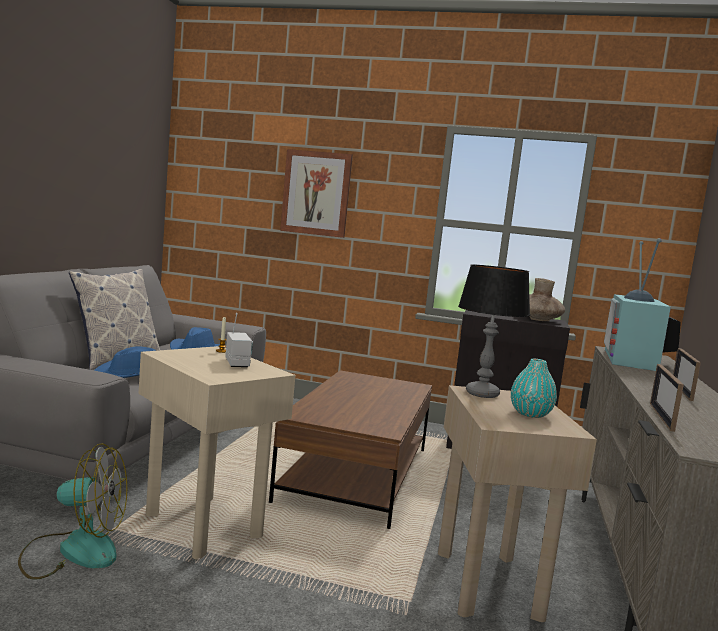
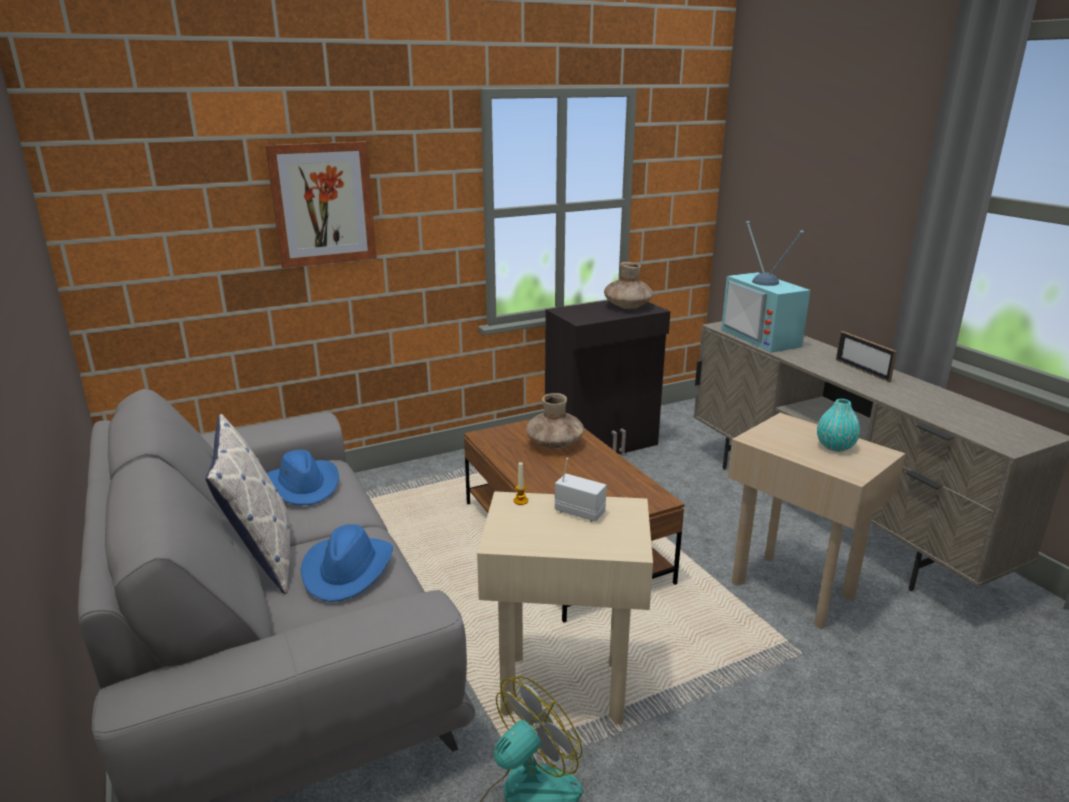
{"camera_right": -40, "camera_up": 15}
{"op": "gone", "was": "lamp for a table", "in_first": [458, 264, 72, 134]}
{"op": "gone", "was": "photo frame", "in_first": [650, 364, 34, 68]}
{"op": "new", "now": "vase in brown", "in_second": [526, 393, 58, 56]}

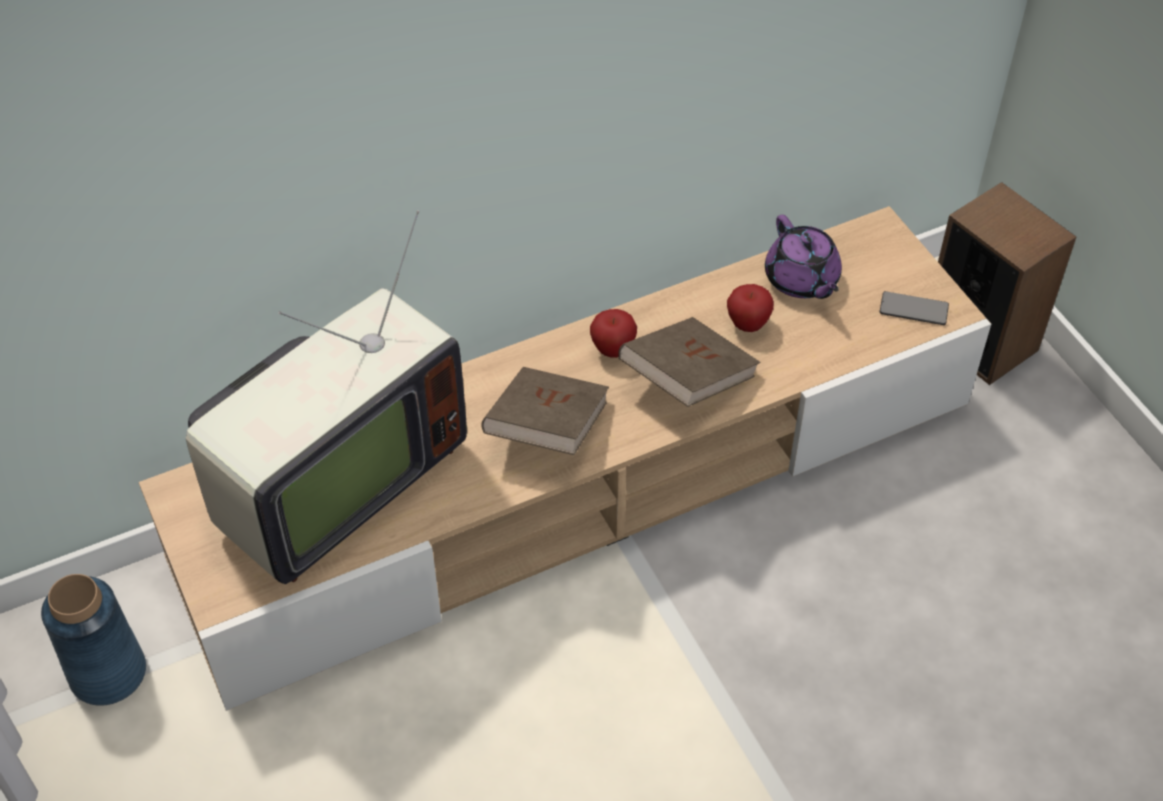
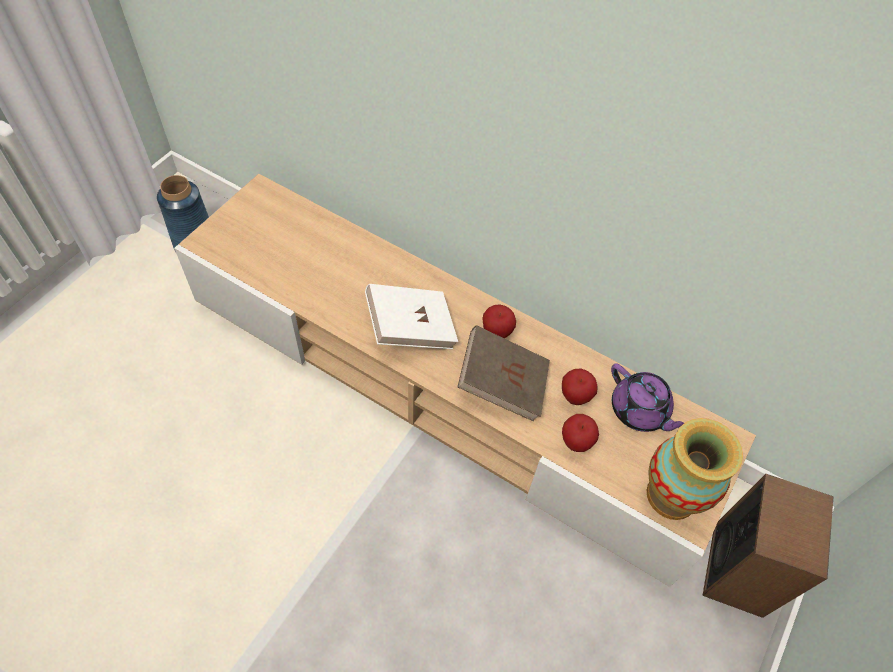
{"camera_right": 55, "camera_up": 5}
{"op": "gone", "was": "TV", "in_first": [186, 210, 281, 374]}
{"op": "repainted", "was": "bound book in brown", "now": "bound book in white", "in_first": [481, 367, 128, 88], "in_second": [365, 284, 93, 65]}
{"op": "rotated", "was": "pot for tea in purple", "in_first": [765, 215, 77, 84], "in_second": [611, 363, 73, 69], "clockwise": -75}
{"op": "swapped", "was": "telephone", "now": "vase", "in_first": [880, 291, 69, 34], "in_second": [647, 418, 96, 102]}
{"op": "new", "now": "apple fruit", "in_second": [562, 414, 37, 38]}

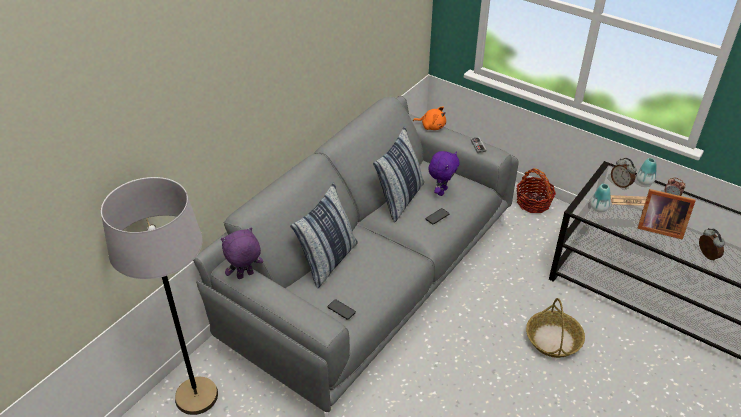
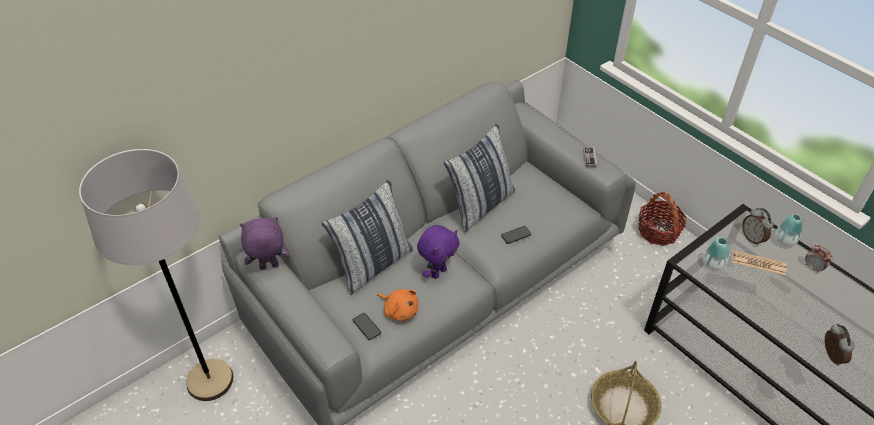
{"camera_right": 15, "camera_up": 5}
{"op": "shifted", "was": "cuddly toy in orange", "in_first": [413, 106, 33, 24], "in_second": [377, 289, 42, 32]}
{"op": "shifted", "was": "cuddly toy in purple", "in_first": [428, 151, 32, 45], "in_second": [417, 225, 43, 54]}
{"op": "gone", "was": "photo frame", "in_first": [638, 189, 58, 50]}

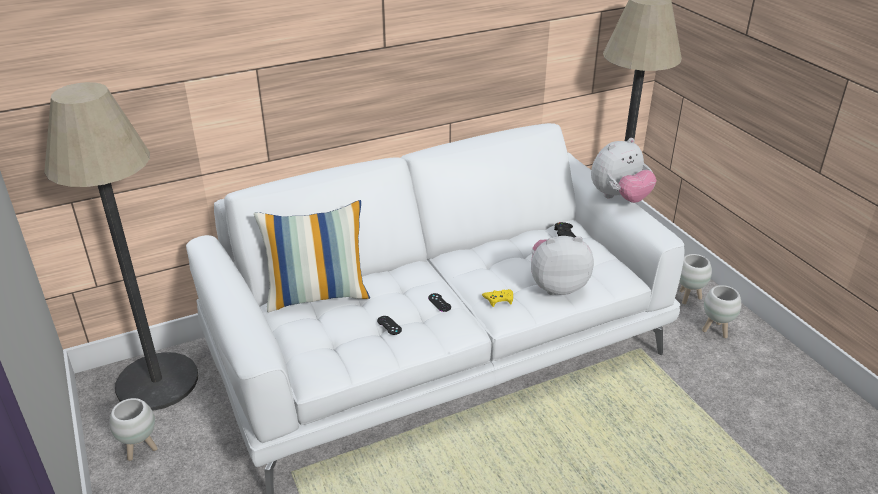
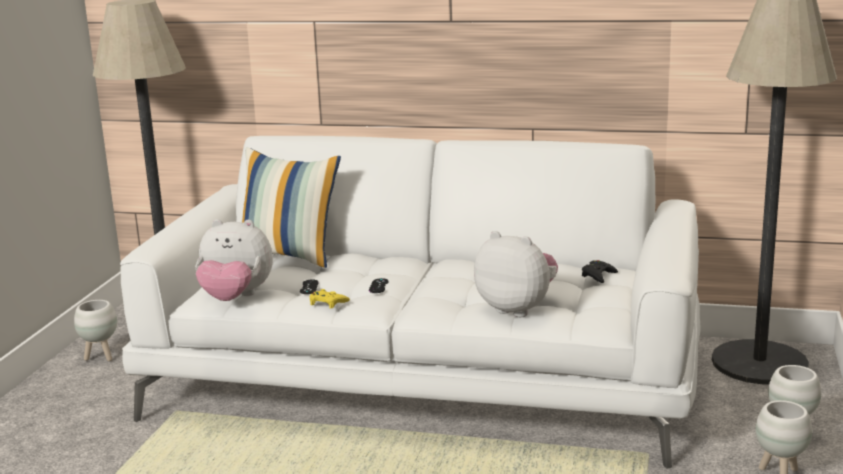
{"camera_right": 40, "camera_up": -15}
{"op": "shifted", "was": "gamepad in yellow", "in_first": [482, 289, 31, 18], "in_second": [310, 289, 40, 20]}
{"op": "shifted", "was": "cuddly toy", "in_first": [591, 138, 66, 65], "in_second": [195, 219, 78, 82]}

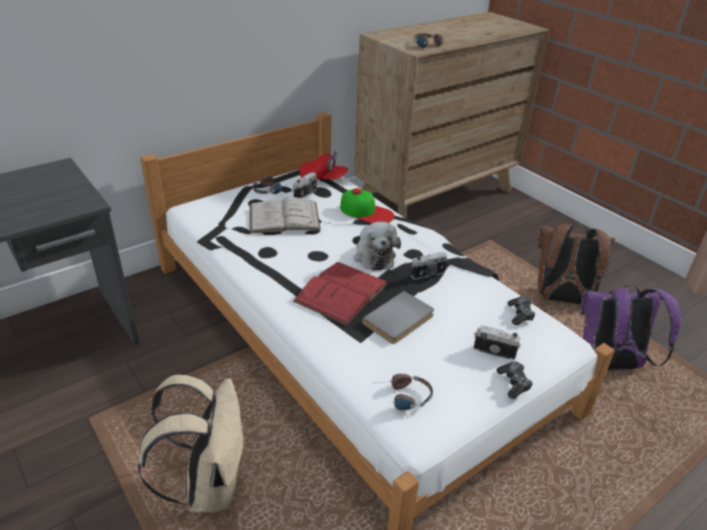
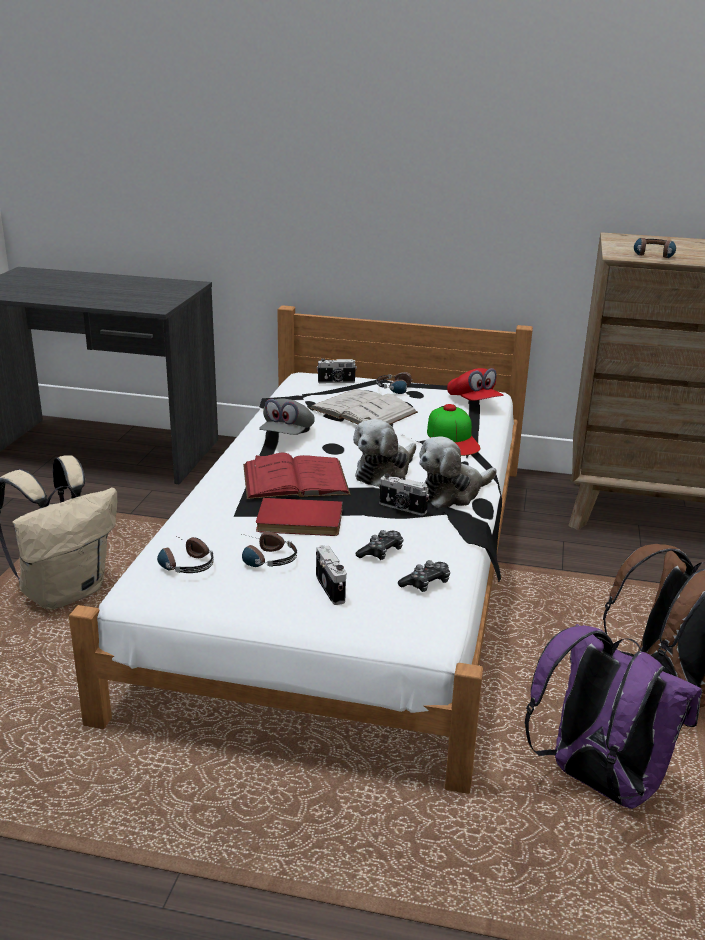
{"camera_right": 50, "camera_up": -10}
{"op": "shifted", "was": "still camera", "in_first": [293, 172, 24, 26], "in_second": [316, 358, 41, 25]}
{"op": "repainted", "was": "bound book in greyish", "now": "bound book in reddish", "in_first": [362, 291, 72, 53], "in_second": [256, 498, 87, 38]}
{"op": "shifted", "was": "gamepad", "in_first": [496, 361, 37, 38], "in_second": [355, 530, 49, 30]}
{"op": "new", "now": "headphones", "in_second": [242, 532, 55, 35]}
{"op": "new", "now": "baseball cap in greyish", "in_second": [259, 399, 56, 36]}
{"op": "new", "now": "cuddly toy", "in_second": [419, 437, 77, 71]}

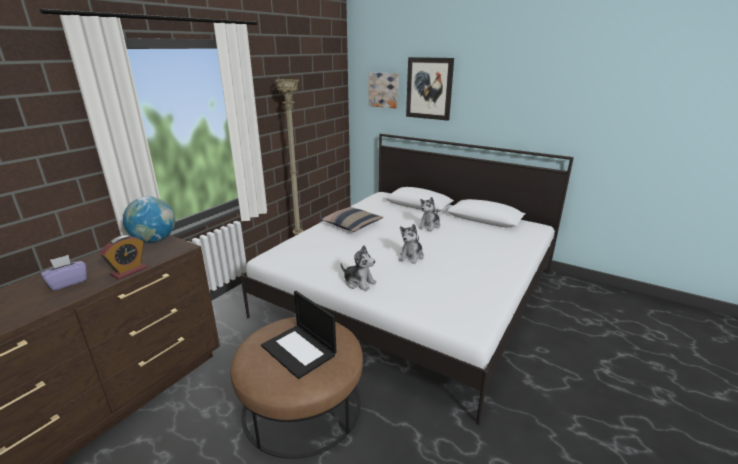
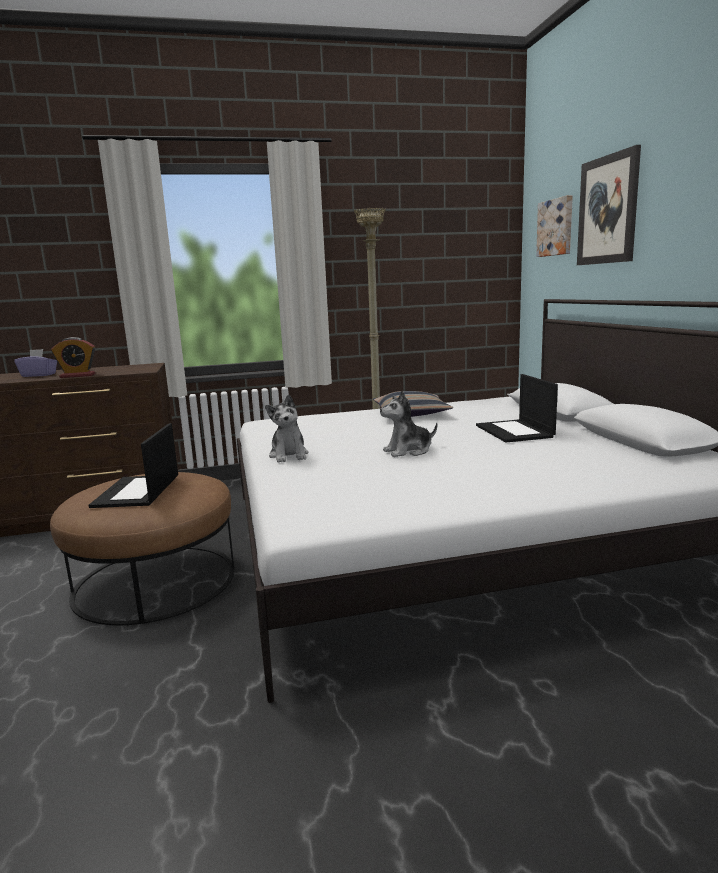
{"camera_right": 45, "camera_up": -10}
{"op": "gone", "was": "world globe", "in_first": [123, 196, 52, 47]}
{"op": "swapped", "was": "cuddly toy", "now": "laptop", "in_first": [418, 197, 22, 34], "in_second": [476, 374, 82, 69]}

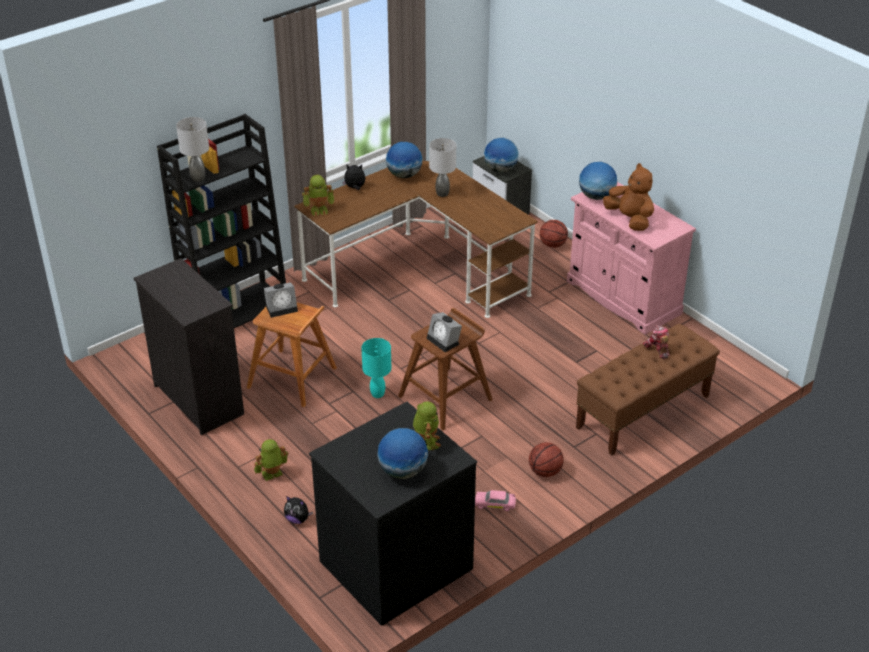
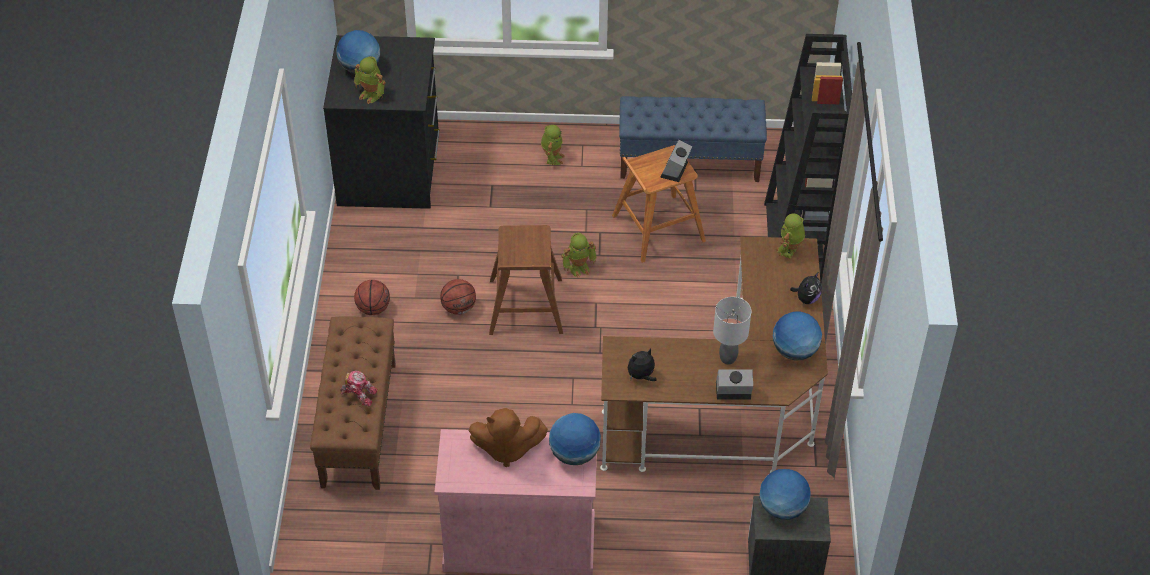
{"camera_right": 130, "camera_up": 10}
{"op": "swapped", "was": "dresser in black", "now": "indoor bench in bluish", "in_first": [134, 258, 110, 177], "in_second": [619, 96, 148, 86]}
{"op": "gone", "was": "lamp for a table in greyish", "in_first": [176, 117, 33, 65]}
{"op": "shifted", "was": "cuddly toy", "in_first": [284, 496, 29, 28], "in_second": [627, 349, 30, 32]}
{"op": "swapped", "was": "lamp for a table in turquoise-coloured", "now": "robot figure", "in_first": [361, 338, 30, 60], "in_second": [561, 232, 36, 46]}
{"op": "shifted", "was": "table clock", "in_first": [426, 312, 36, 40], "in_second": [716, 370, 37, 30]}
{"op": "gone", "was": "model car in pinkish", "in_first": [475, 490, 41, 21]}
{"op": "shifted", "was": "basketball", "in_first": [540, 220, 28, 28], "in_second": [440, 279, 36, 36]}

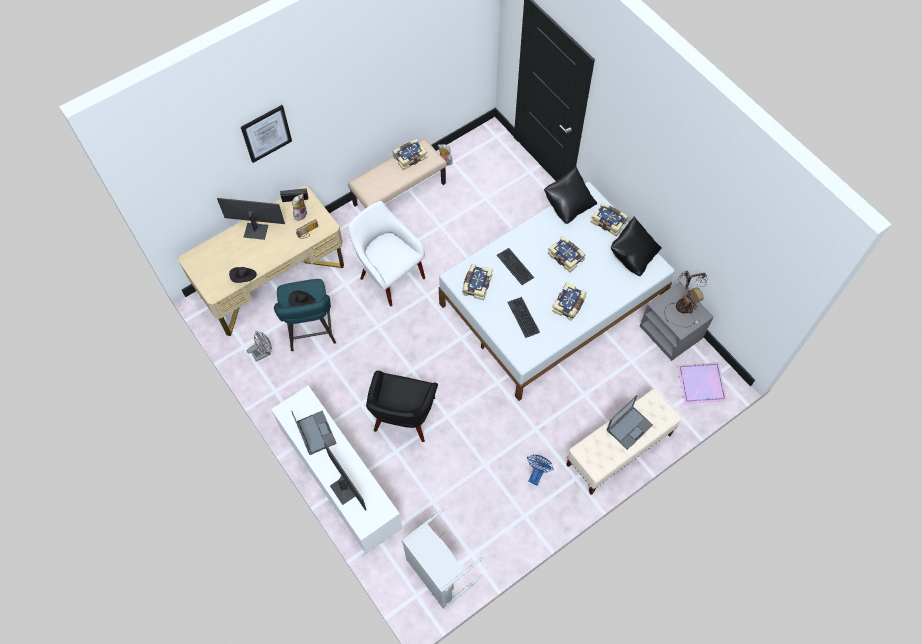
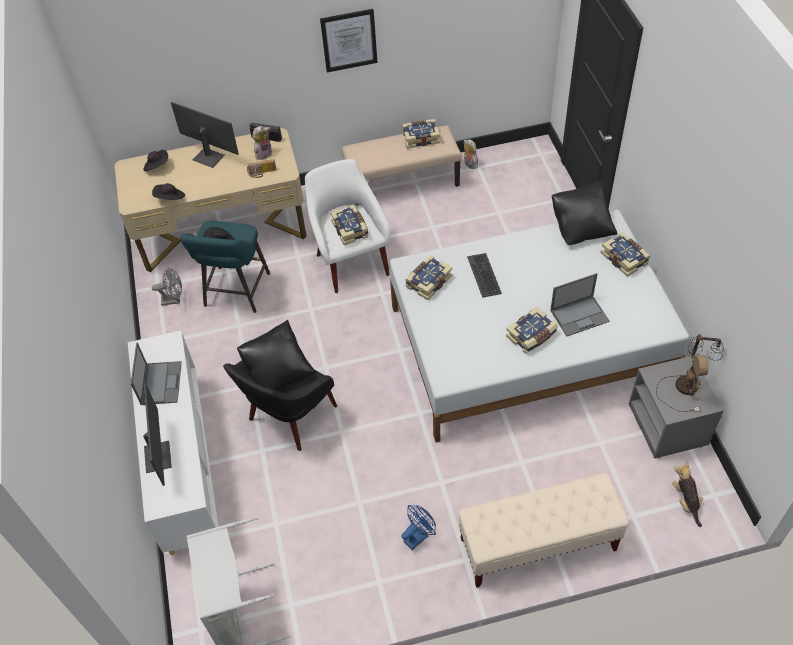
{"camera_right": 25, "camera_up": -10}
{"op": "shifted", "was": "wall picture", "in_first": [241, 105, 51, 58], "in_second": [320, 9, 57, 63]}
{"op": "gone", "was": "PC keyboard", "in_first": [507, 297, 33, 41]}
{"op": "shifted", "was": "bound book", "in_first": [548, 236, 37, 36], "in_second": [330, 205, 39, 40]}
{"op": "shifted", "was": "laptop", "in_first": [607, 395, 46, 55], "in_second": [550, 273, 60, 64]}
{"op": "shifted", "was": "cushion in black", "in_first": [611, 217, 51, 59], "in_second": [237, 320, 79, 71]}
{"op": "swapped", "was": "carrying tray in purple", "now": "cuddly toy", "in_first": [677, 362, 50, 42], "in_second": [672, 462, 31, 65]}
{"op": "new", "now": "clothing hat in black", "in_second": [144, 150, 24, 21]}

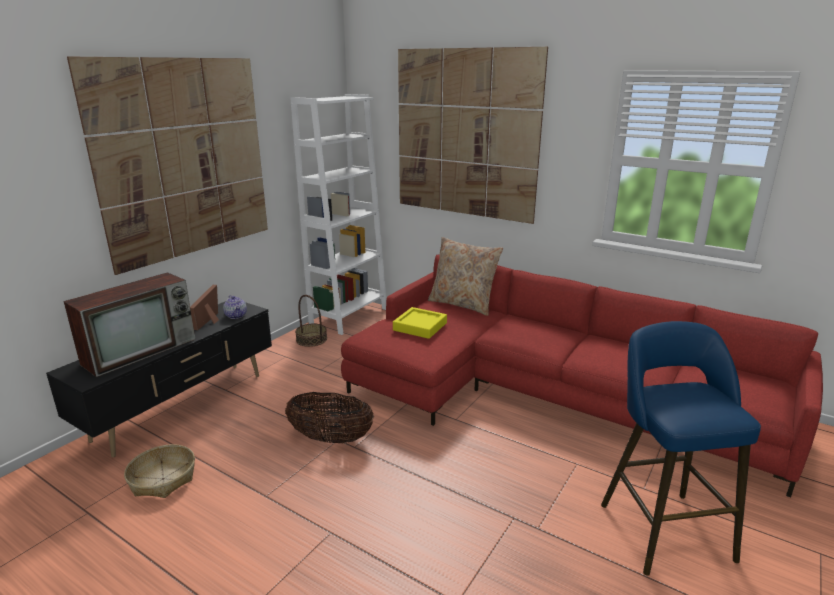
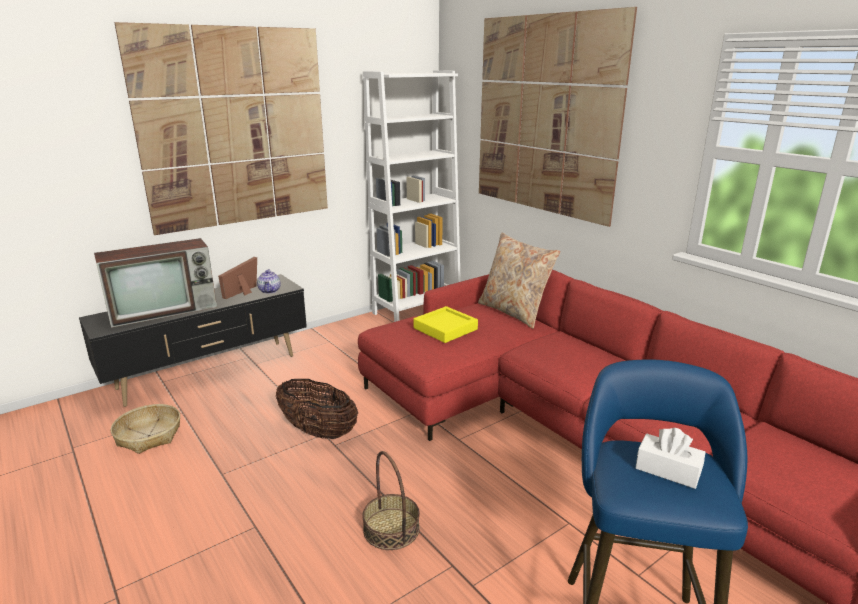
{"camera_right": 20, "camera_up": 0}
{"op": "shifted", "was": "storage basket", "in_first": [295, 295, 32, 52], "in_second": [362, 451, 58, 99]}
{"op": "new", "now": "tissue box in white", "in_second": [636, 428, 70, 61]}

